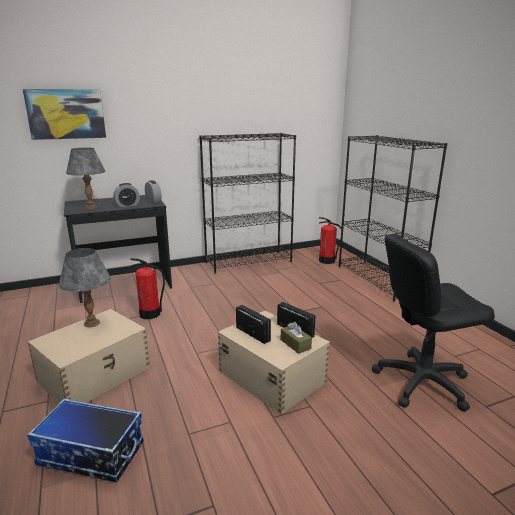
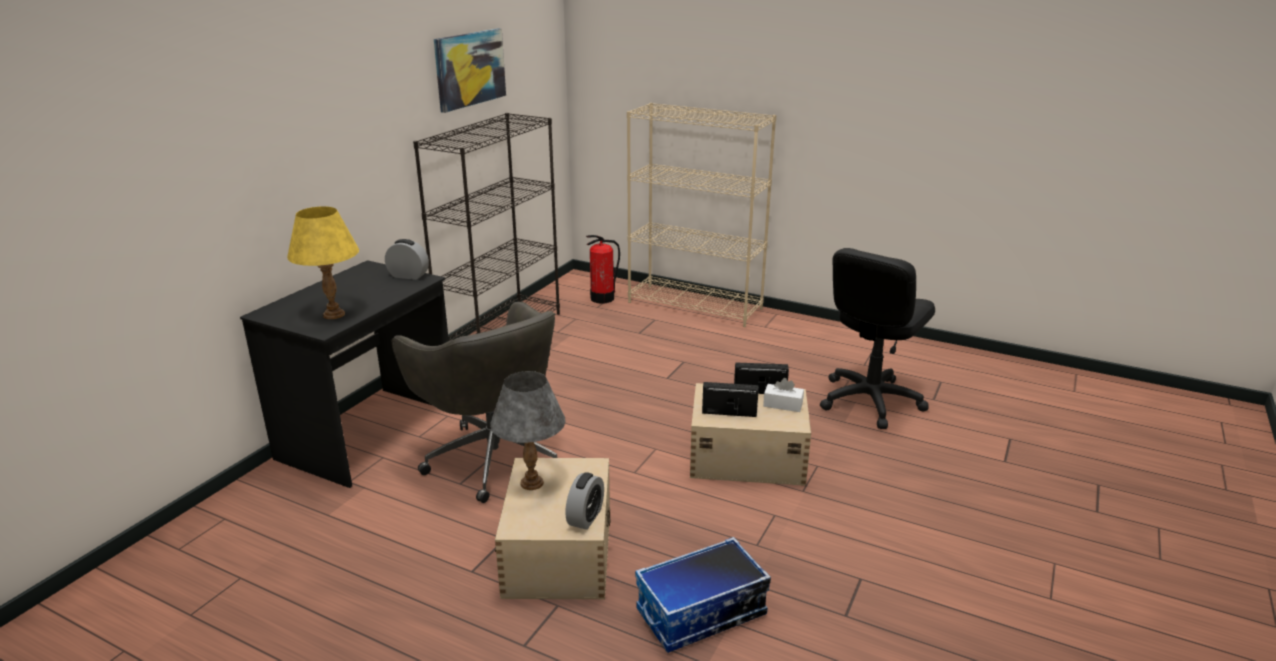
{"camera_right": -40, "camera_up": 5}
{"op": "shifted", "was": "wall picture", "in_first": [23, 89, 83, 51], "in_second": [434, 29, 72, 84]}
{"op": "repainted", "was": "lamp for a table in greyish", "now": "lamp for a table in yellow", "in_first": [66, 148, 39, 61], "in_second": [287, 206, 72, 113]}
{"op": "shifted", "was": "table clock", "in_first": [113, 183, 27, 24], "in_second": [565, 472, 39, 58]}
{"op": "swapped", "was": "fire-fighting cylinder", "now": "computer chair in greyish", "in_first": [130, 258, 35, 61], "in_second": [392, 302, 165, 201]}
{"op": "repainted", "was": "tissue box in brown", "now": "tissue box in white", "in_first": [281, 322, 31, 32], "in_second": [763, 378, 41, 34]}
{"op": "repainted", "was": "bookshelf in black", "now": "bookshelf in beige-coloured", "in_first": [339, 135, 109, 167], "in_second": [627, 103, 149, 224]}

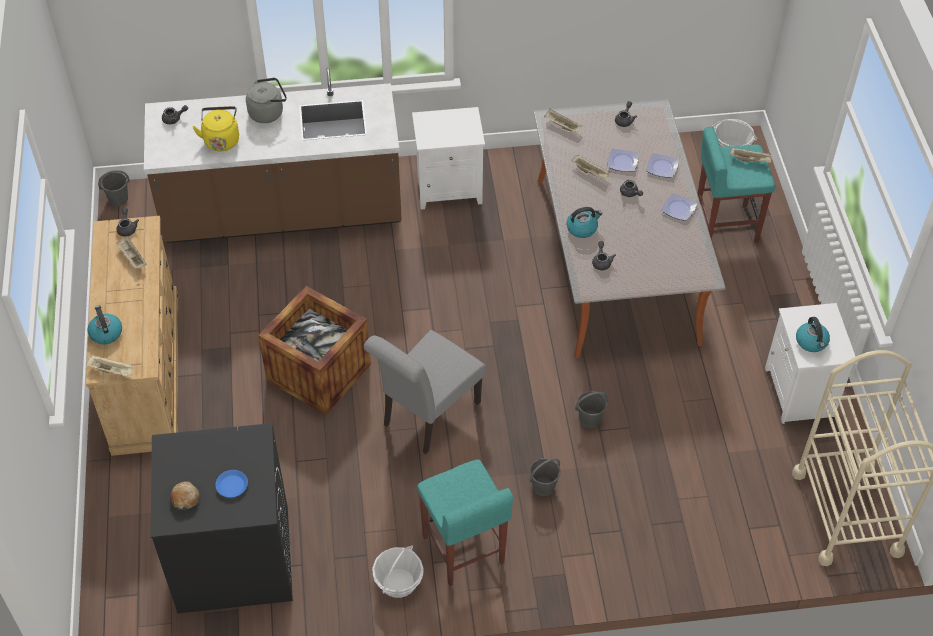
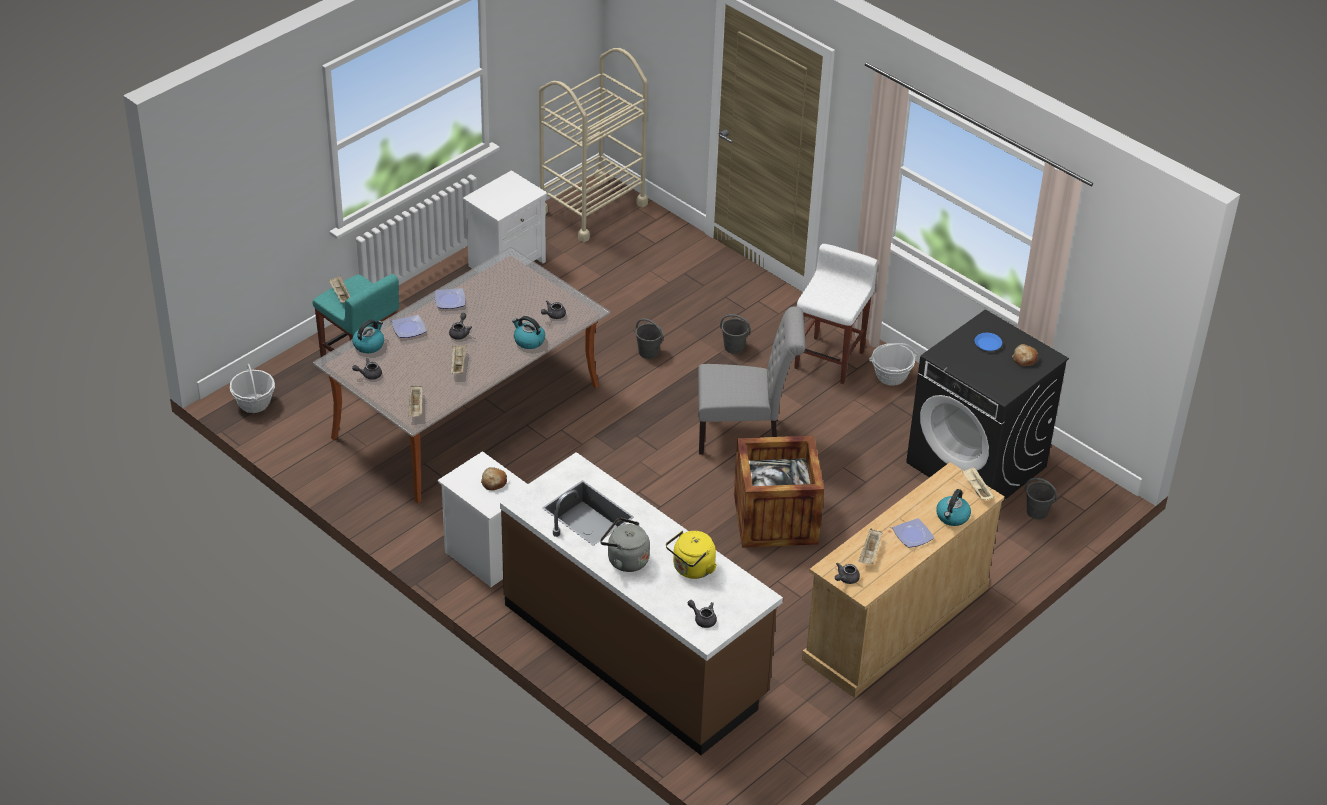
{"camera_right": -130, "camera_up": -10}
{"op": "shifted", "was": "bucket in greyish", "in_first": [98, 170, 32, 36], "in_second": [1025, 478, 32, 42]}
{"op": "repainted", "was": "stool in turquoise-coloured", "now": "stool in white", "in_first": [417, 460, 96, 126], "in_second": [794, 244, 84, 140]}
{"op": "shifted", "was": "dinner plate", "in_first": [608, 148, 30, 24], "in_second": [893, 518, 41, 29]}
{"op": "shifted", "was": "water kettle", "in_first": [796, 317, 34, 35], "in_second": [352, 320, 32, 33]}
{"op": "new", "now": "bakery bread", "in_second": [481, 467, 26, 23]}

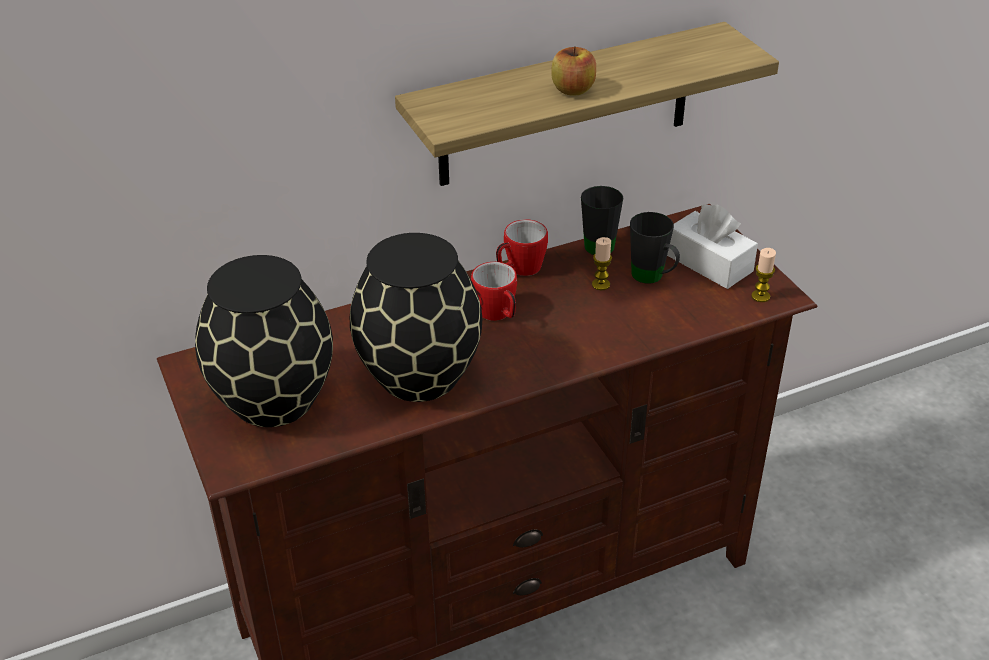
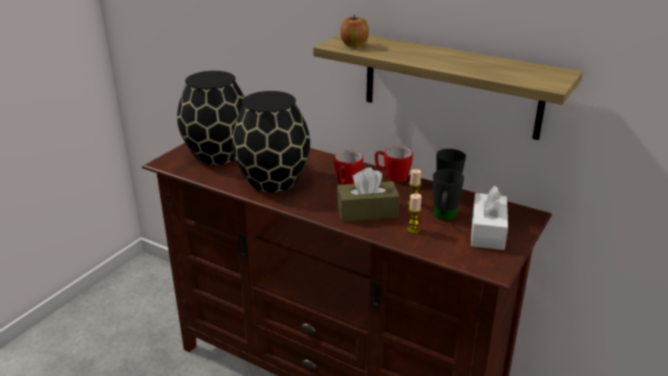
{"camera_right": 55, "camera_up": -10}
{"op": "shifted", "was": "apple fruit", "in_first": [551, 46, 45, 50], "in_second": [340, 15, 29, 32]}
{"op": "shifted", "was": "wax light", "in_first": [751, 248, 25, 54], "in_second": [407, 193, 15, 41]}
{"op": "new", "now": "tissue box in brown", "in_second": [337, 167, 63, 55]}

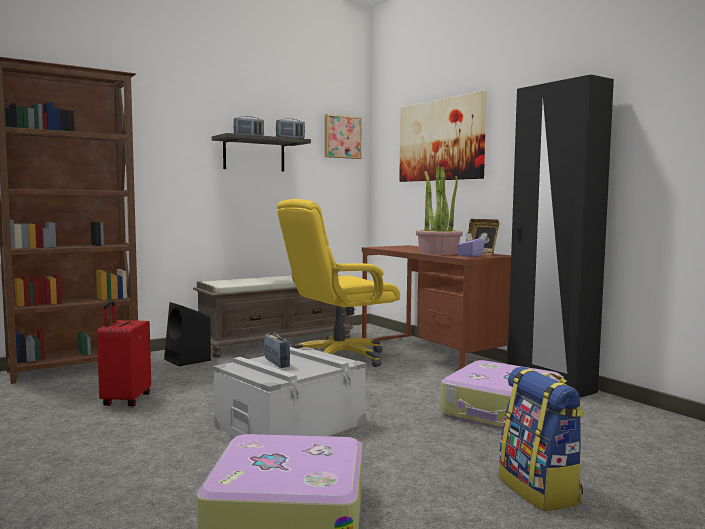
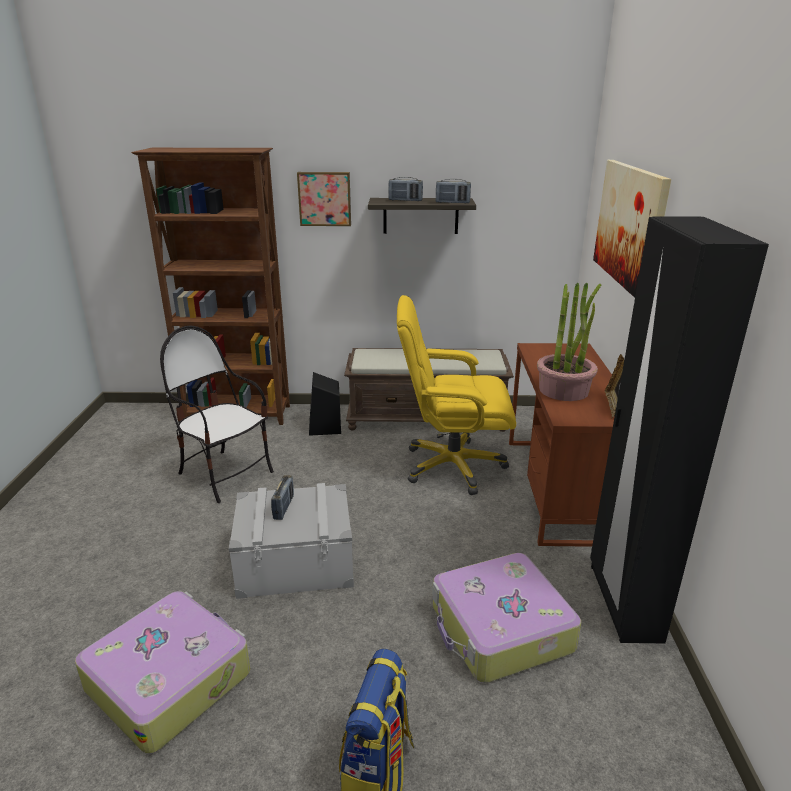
{"camera_right": 35, "camera_up": 20}
{"op": "swapped", "was": "suitcase in reddish", "now": "chair", "in_first": [97, 301, 54, 105], "in_second": [160, 326, 114, 177]}
{"op": "shifted", "was": "wall picture", "in_first": [325, 114, 37, 45], "in_second": [297, 172, 54, 54]}
{"op": "gone", "was": "tissue box in purple", "in_first": [456, 233, 29, 24]}

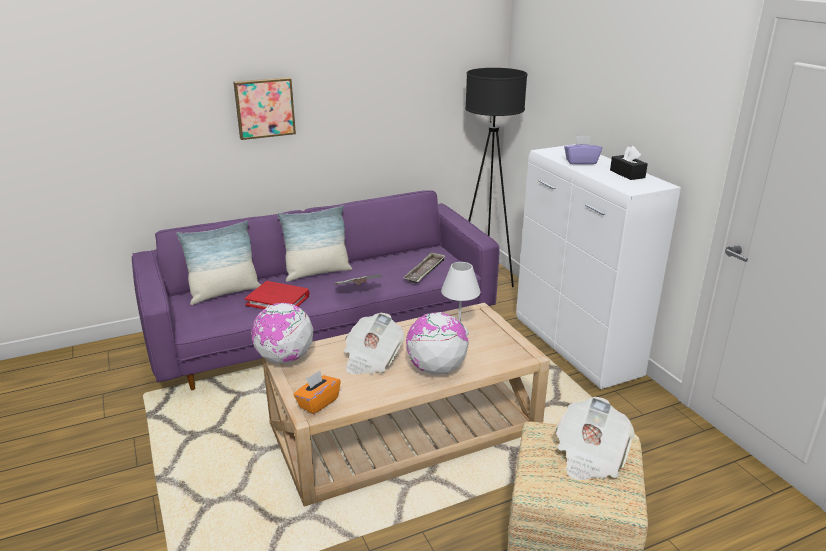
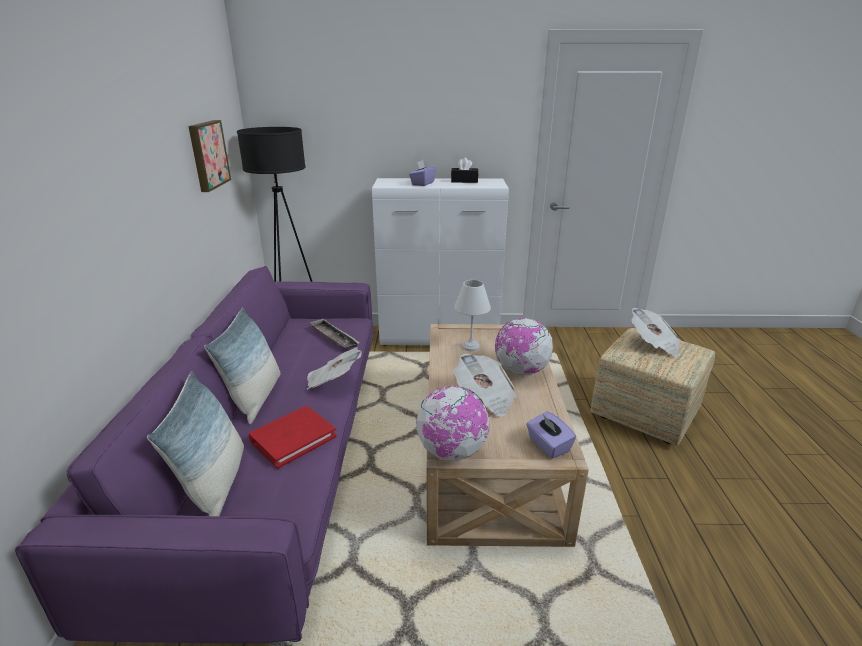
{"camera_right": -65, "camera_up": 0}
{"op": "shifted", "was": "wall picture", "in_first": [233, 77, 63, 63], "in_second": [188, 120, 43, 72]}
{"op": "repainted", "was": "tissue box in orange", "now": "tissue box in purple", "in_first": [293, 371, 48, 43], "in_second": [526, 411, 50, 47]}

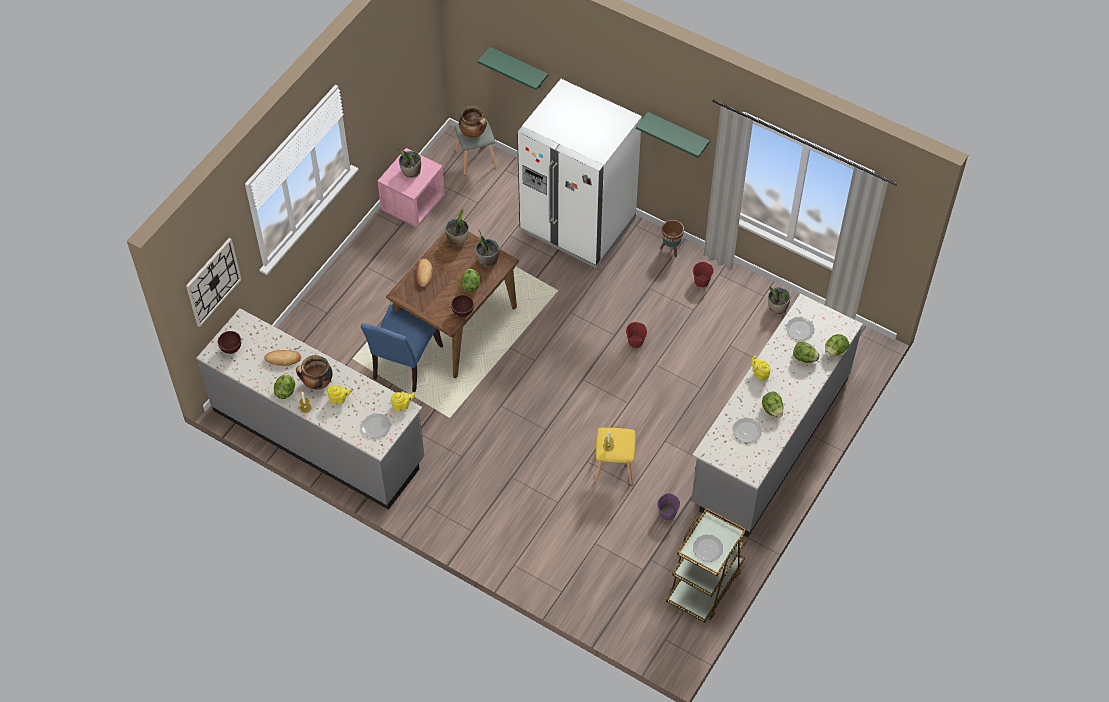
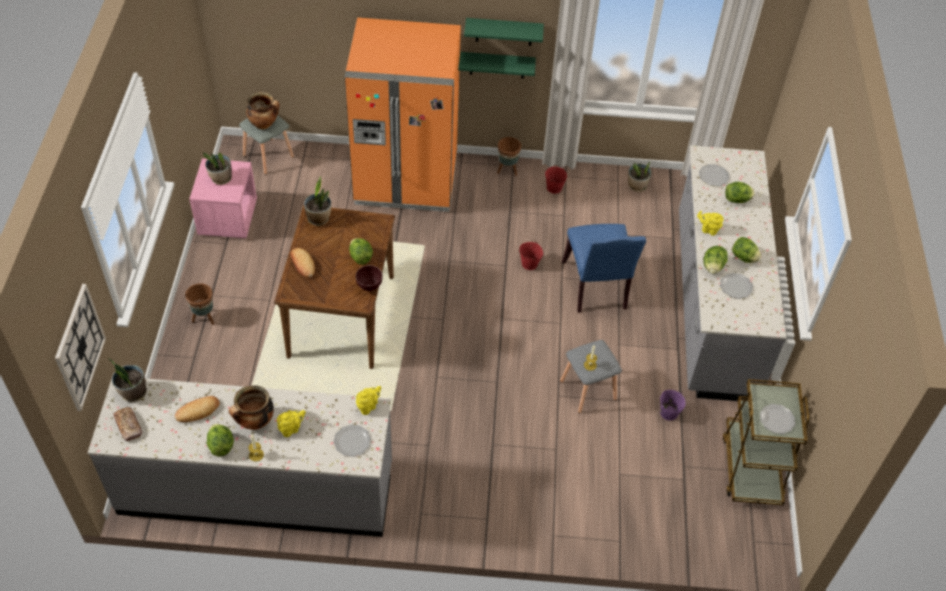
{"camera_right": -30, "camera_up": -5}
{"op": "swapped", "was": "deep dish in brown", "now": "bakery bread", "in_first": [218, 331, 23, 23], "in_second": [114, 407, 28, 34]}
{"op": "shifted", "was": "chair in bluish", "in_first": [361, 304, 82, 88], "in_second": [562, 224, 84, 89]}
{"op": "shifted", "was": "houseplant", "in_first": [476, 229, 23, 39], "in_second": [108, 358, 39, 44]}
{"op": "shifted", "was": "bracket shelf in green-coloured", "in_first": [478, 47, 70, 43], "in_second": [458, 52, 78, 26]}
{"op": "repainted", "was": "fridge in white", "now": "fridge in orange", "in_first": [517, 79, 125, 189], "in_second": [344, 18, 117, 194]}
{"op": "repainted", "was": "stool in yellow", "now": "stool in greyish", "in_first": [594, 428, 42, 57], "in_second": [560, 340, 62, 74]}
{"op": "shifted", "was": "lettuce head", "in_first": [825, 334, 24, 23], "in_second": [703, 246, 25, 28]}
{"op": "new", "now": "planter in brown", "in_second": [185, 284, 29, 41]}

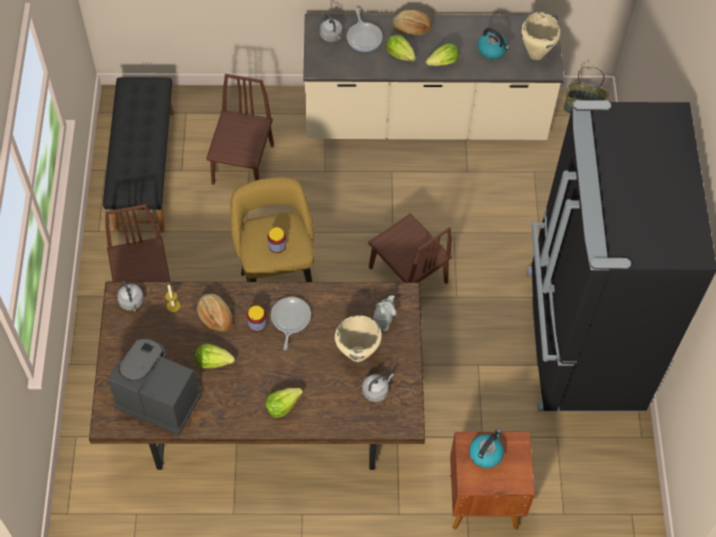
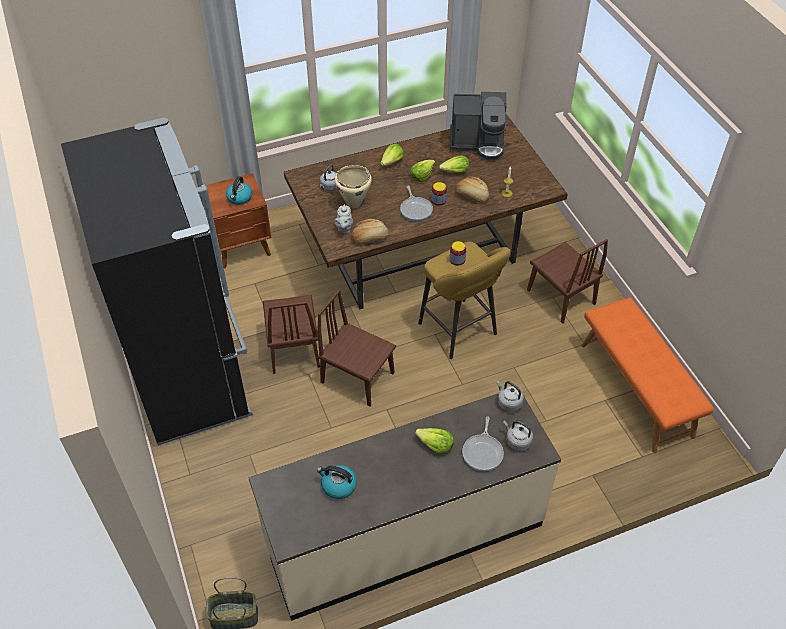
{"camera_right": 160, "camera_up": -10}
{"op": "repainted", "was": "indoor bench in black", "now": "indoor bench in orange", "in_first": [103, 77, 71, 155], "in_second": [581, 298, 133, 155]}
{"op": "shifted", "was": "water kettle in greyish", "in_first": [117, 281, 27, 30], "in_second": [497, 381, 27, 31]}
{"op": "shifted", "was": "chair in brown", "in_first": [206, 74, 68, 111], "in_second": [263, 295, 57, 79]}
{"op": "rotated", "was": "pan", "in_first": [347, 8, 35, 44], "in_second": [462, 416, 42, 55], "clockwise": -135}
{"op": "shifted", "was": "bakery bread", "in_first": [392, 10, 40, 25], "in_second": [351, 219, 38, 25]}
{"op": "shifted", "was": "lettuce head", "in_first": [426, 43, 33, 23], "in_second": [410, 160, 25, 22]}
{"op": "gone", "was": "saucepot in beige-coloured", "in_first": [521, 12, 40, 48]}

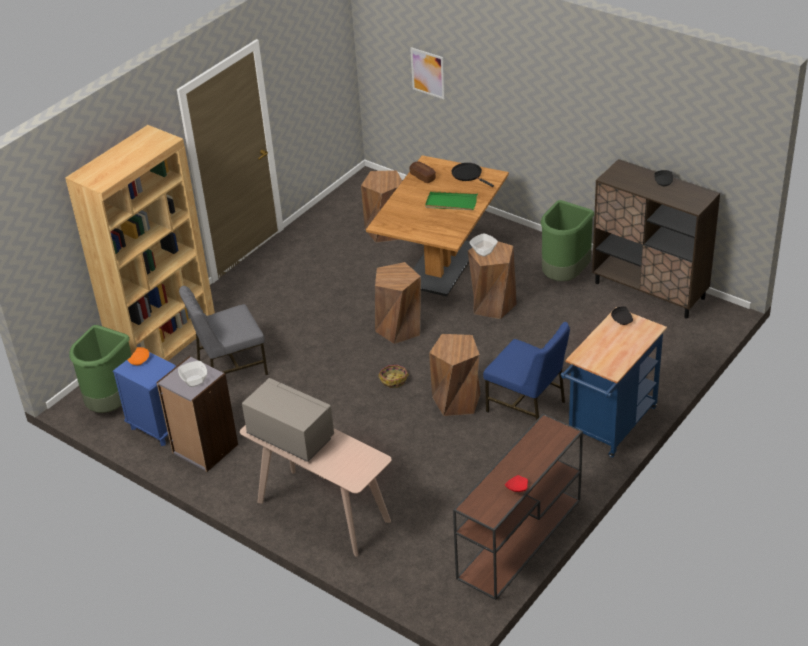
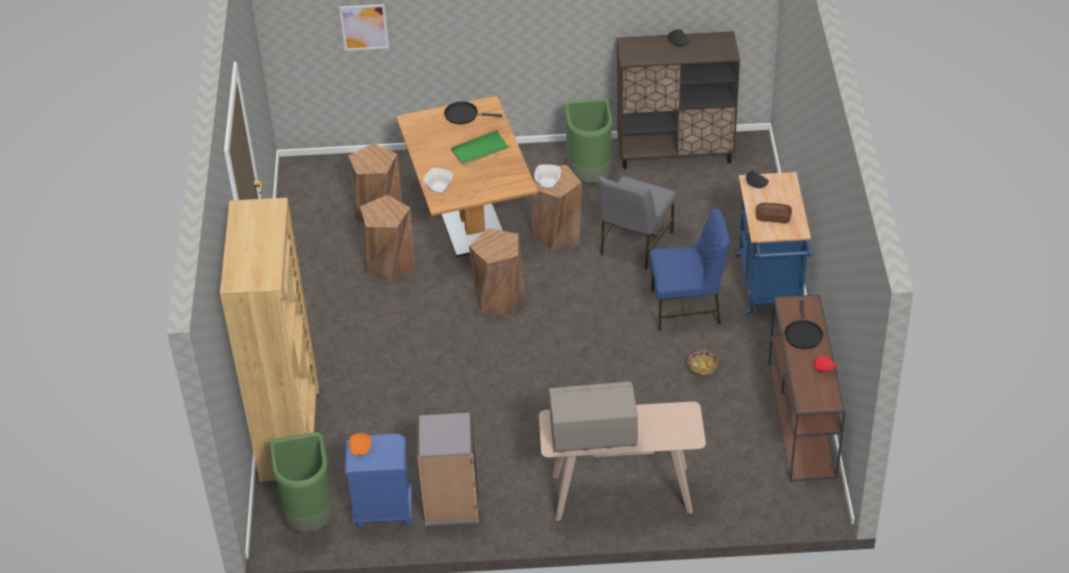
{"camera_right": -40, "camera_up": 5}
{"op": "shifted", "was": "deep dish", "in_first": [178, 361, 29, 26], "in_second": [423, 168, 30, 25]}
{"op": "shifted", "was": "chair in greyish", "in_first": [179, 286, 89, 89], "in_second": [599, 176, 77, 93]}
{"op": "shifted", "was": "storage basket", "in_first": [378, 365, 31, 23], "in_second": [685, 350, 34, 26]}
{"op": "shifted", "was": "bakery bread", "in_first": [410, 162, 26, 21], "in_second": [756, 203, 36, 20]}
{"op": "shifted", "was": "stool in brown", "in_first": [429, 334, 52, 82], "in_second": [360, 195, 55, 88]}
{"op": "new", "now": "pan in black", "in_second": [785, 301, 38, 48]}

